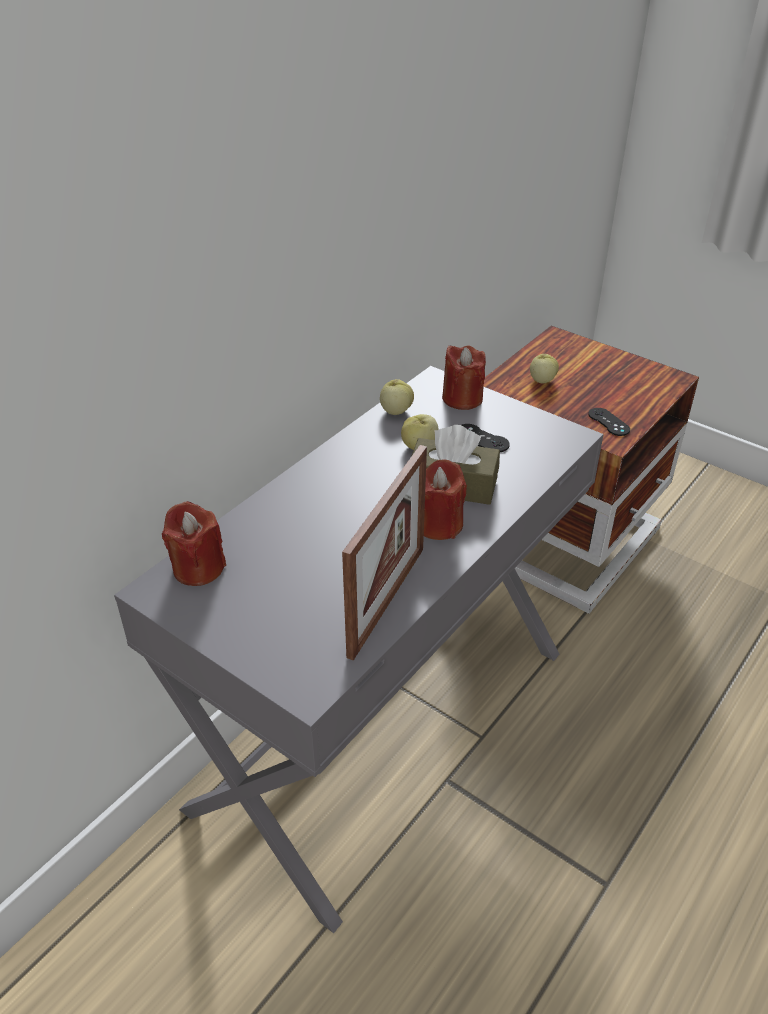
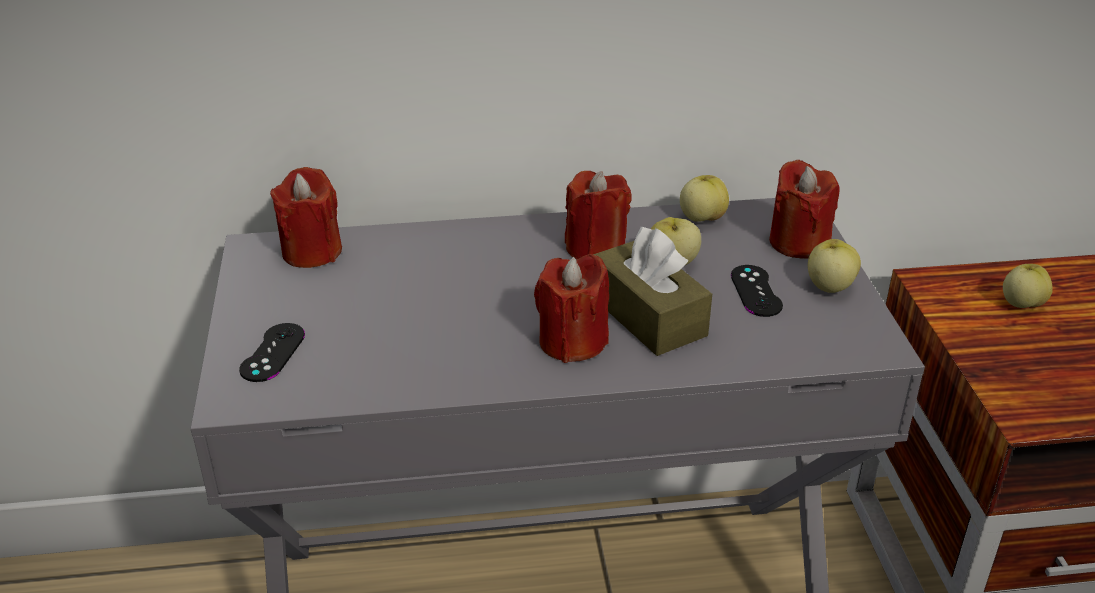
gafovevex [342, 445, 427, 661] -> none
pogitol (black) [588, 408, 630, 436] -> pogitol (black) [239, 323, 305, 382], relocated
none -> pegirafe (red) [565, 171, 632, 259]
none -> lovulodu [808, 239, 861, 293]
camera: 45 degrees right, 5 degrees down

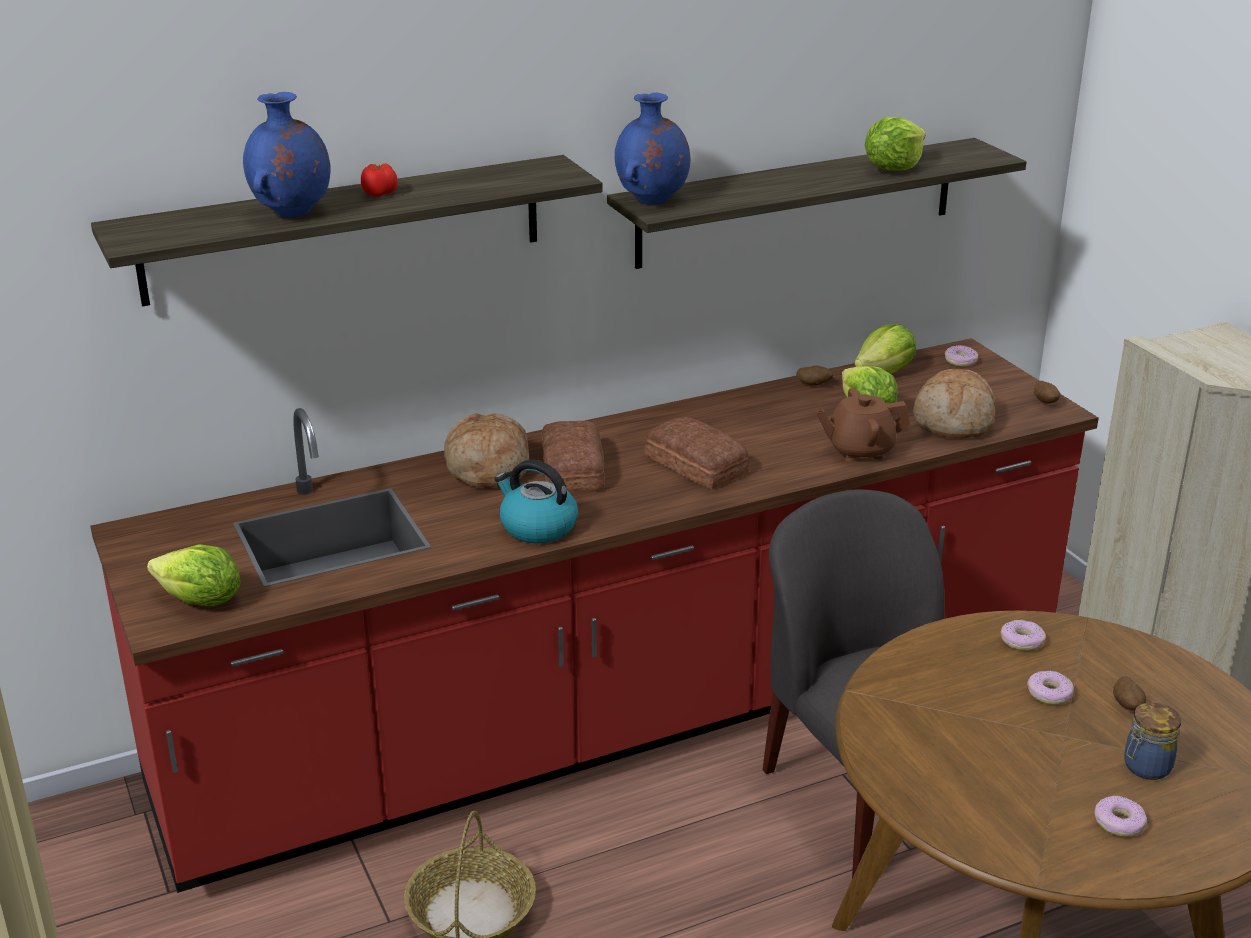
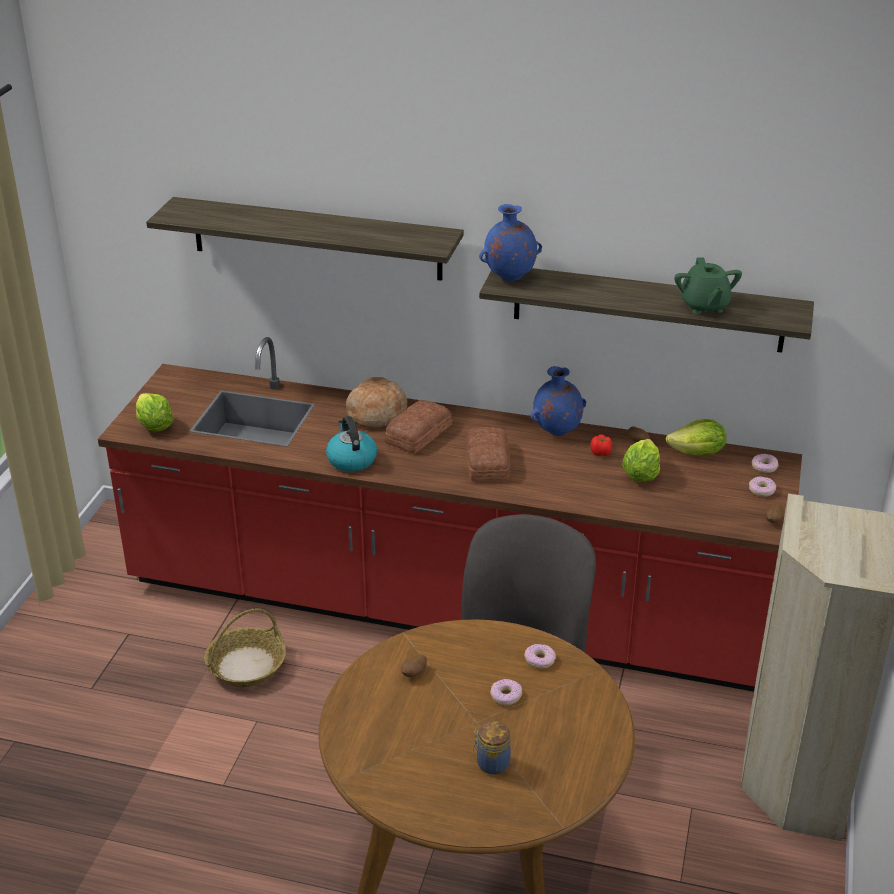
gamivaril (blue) [243, 92, 330, 218] -> gamivaril (blue) [530, 366, 586, 436], relocated
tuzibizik [361, 163, 398, 197] -> tuzibizik [590, 434, 613, 456], relocated
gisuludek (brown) [816, 388, 910, 462] -> none
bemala [865, 117, 926, 171] -> gisuludek (green) [674, 257, 742, 314]
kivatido [913, 369, 995, 438] -> none
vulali [1094, 796, 1147, 837] -> vulali [749, 477, 776, 497], relocated
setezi [1113, 676, 1146, 711] -> setezi [401, 655, 427, 677], relocated
camera: 40 degrees right, 5 degrees up

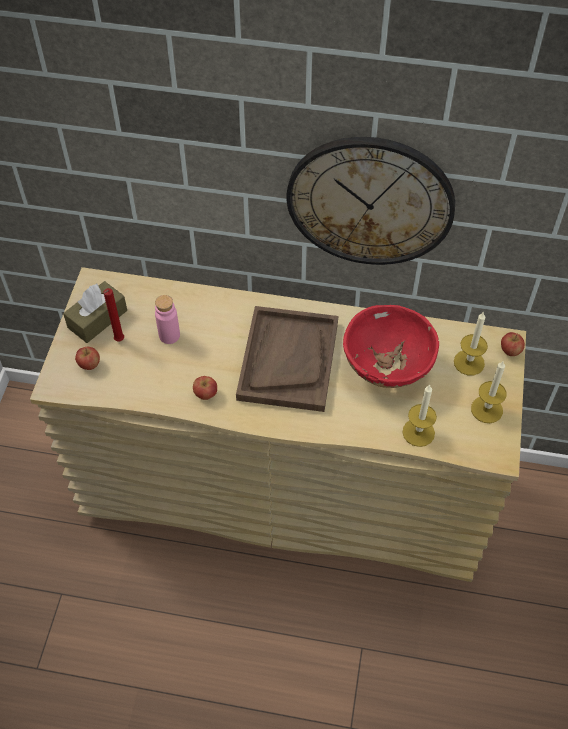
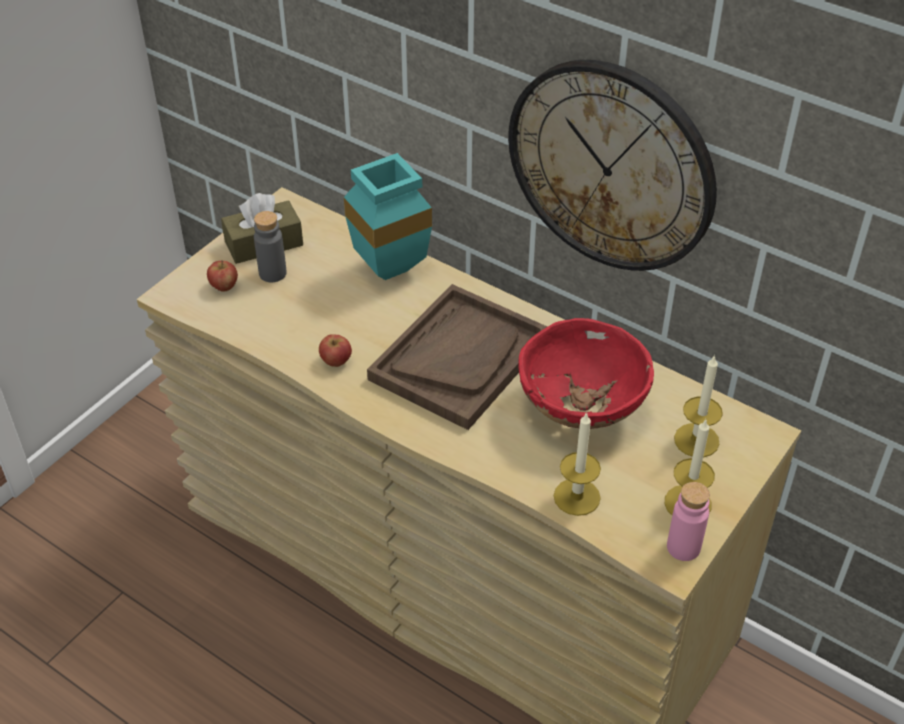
pegirafe (red) [104, 288, 124, 341] -> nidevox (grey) [254, 211, 287, 282]
nidevox (pink) [155, 295, 180, 344] -> nidevox (pink) [667, 482, 710, 561], relocated
lovulodu [501, 332, 525, 356] -> none
none -> gamivaril (turquoise) [344, 153, 432, 280]
camera: 25 degrees right, 10 degrees down

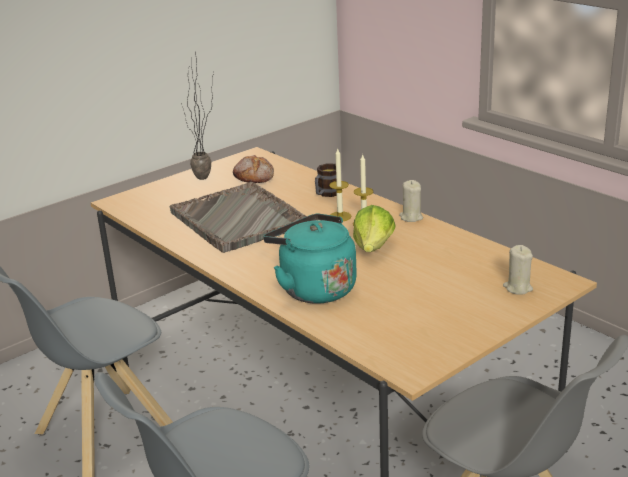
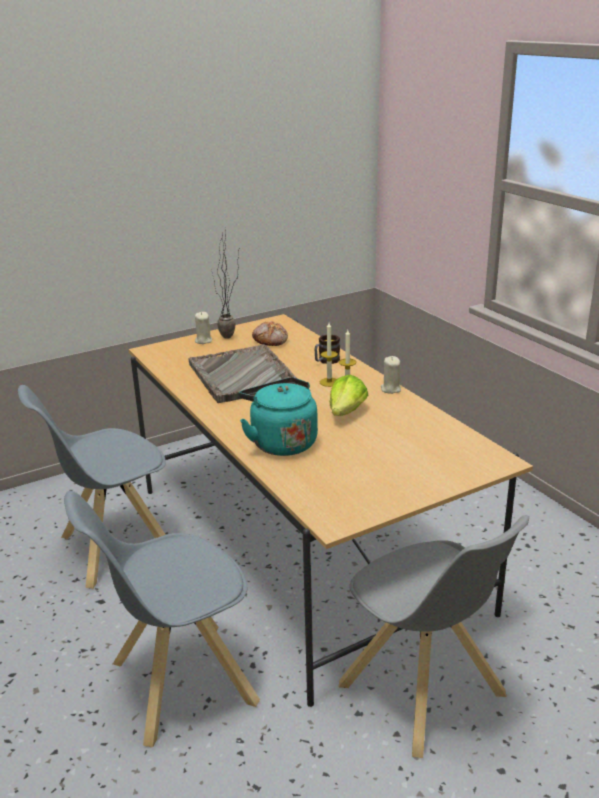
pegirafe (beige) [503, 245, 533, 294] -> pegirafe (beige) [195, 312, 212, 344], relocated
camera: 10 degrees right, 0 degrees up

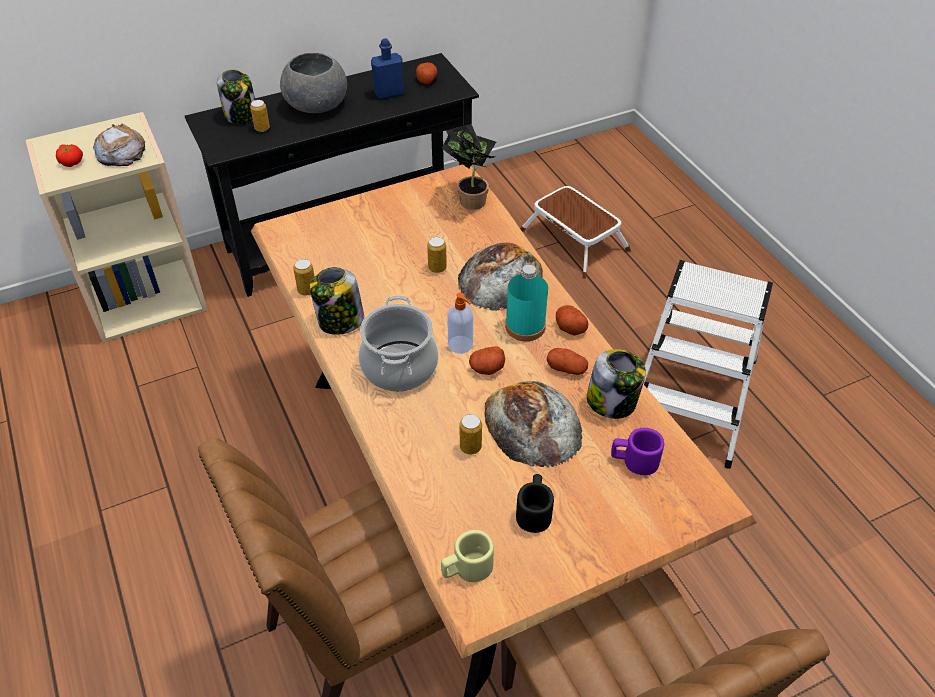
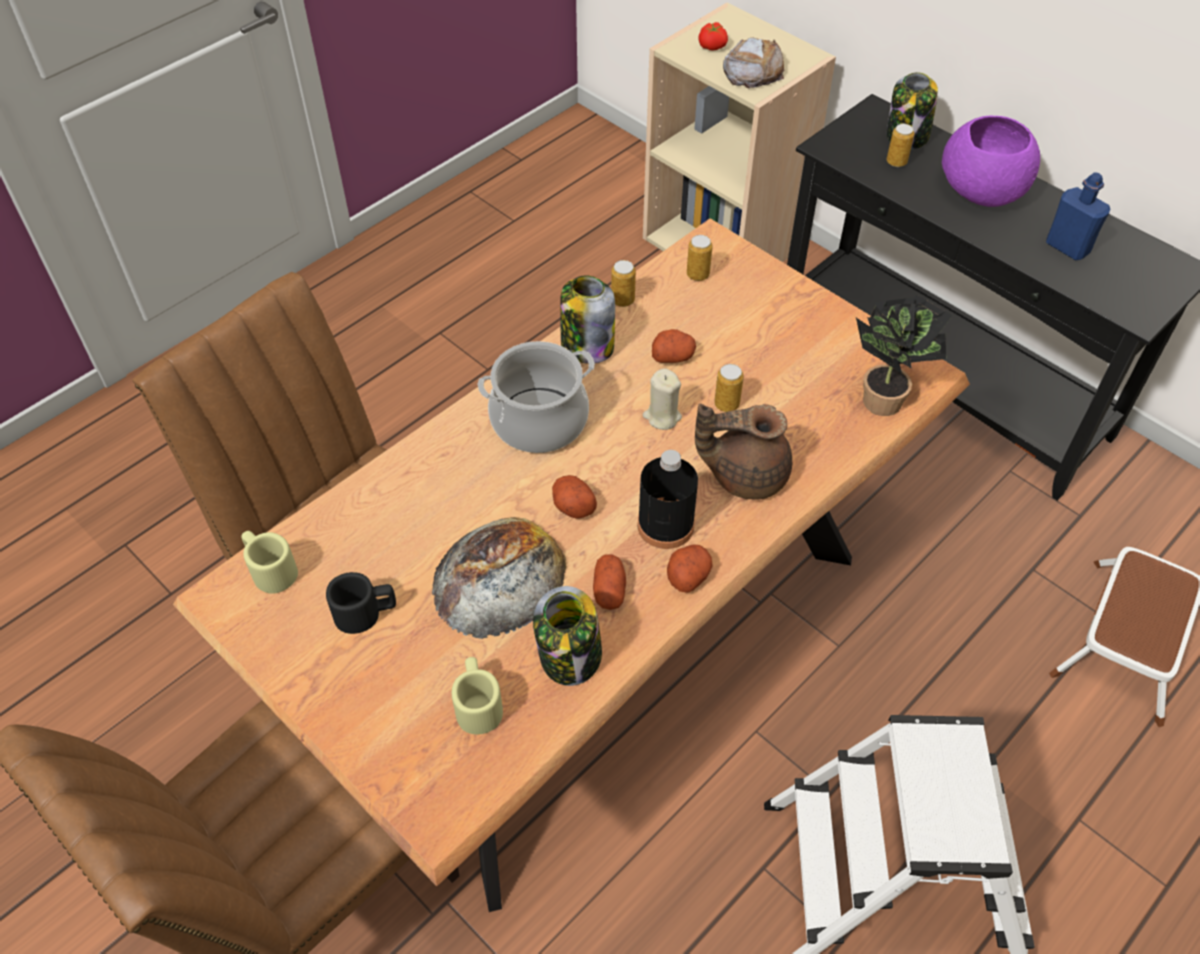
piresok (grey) [280, 53, 347, 113] -> piresok (purple) [942, 116, 1040, 207]
setezi [416, 62, 437, 84] -> setezi [652, 329, 696, 363], relocated
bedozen [447, 293, 473, 354] -> none
kivatido [458, 242, 543, 311] -> gisuludek (brown) [695, 404, 792, 500]
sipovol [460, 414, 482, 454] -> sipovol [687, 235, 713, 281], relocated
nidevox (turquoise) [505, 265, 548, 341] -> nidevox (black) [637, 450, 698, 549]
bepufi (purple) [611, 428, 664, 475] -> bepufi (beige) [452, 657, 503, 734]
none -> pegirafe (beige) [643, 369, 682, 430]
camera: 70 degrees right, 5 degrees up

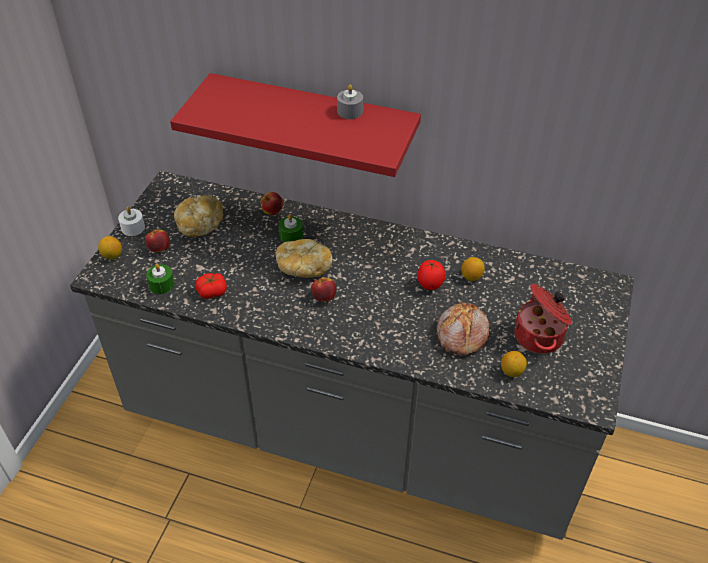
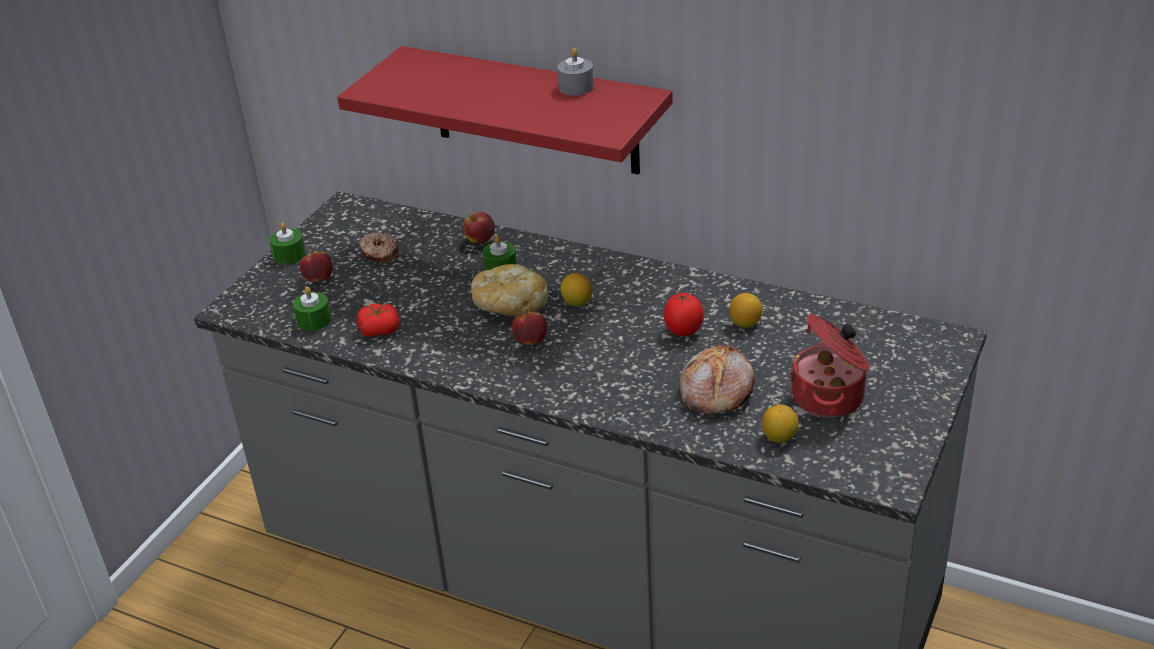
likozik [98, 236, 122, 259] -> likozik [560, 273, 592, 307], relocated
pegirafe (white) [118, 207, 145, 236] -> pegirafe (green) [269, 222, 305, 264]
kivatido [174, 195, 223, 237] -> vulali [359, 232, 398, 263]
camera: 10 degrees right, 10 degrees down

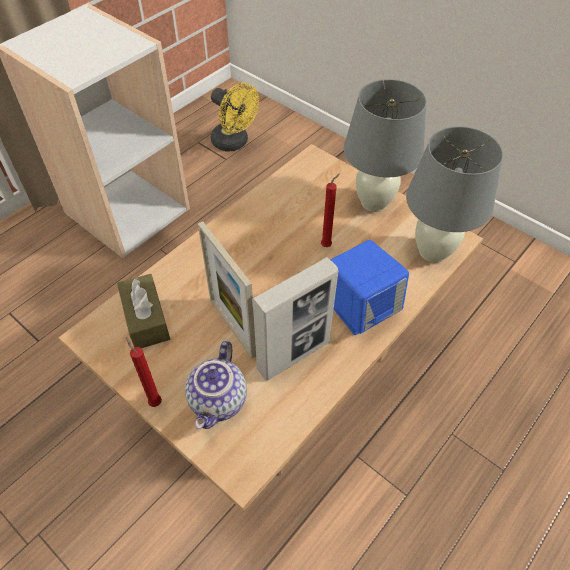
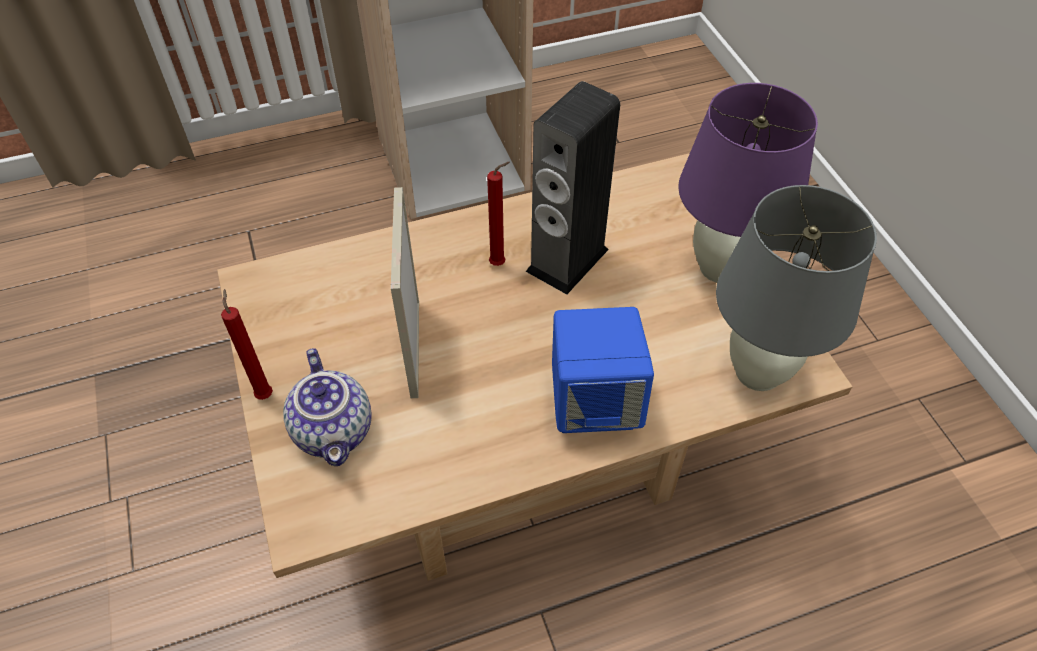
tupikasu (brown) [117, 274, 170, 348] -> none
gisuludek [185, 341, 247, 429] -> gisuludek [283, 348, 372, 466], 60 degrees counterclockwise
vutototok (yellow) [211, 83, 259, 151] -> none
gafovevex [252, 257, 338, 381] -> none
pegirafe (red) [321, 173, 340, 247] -> pegirafe (red) [487, 162, 510, 266], relocated
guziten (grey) [344, 79, 427, 212] -> guziten (purple) [678, 83, 818, 283]
none -> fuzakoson [526, 81, 620, 295]
camera: 30 degrees right, 0 degrees up

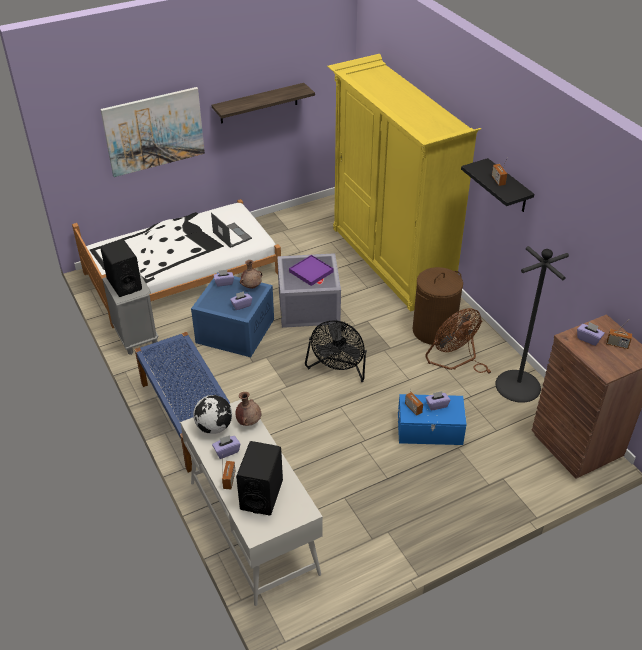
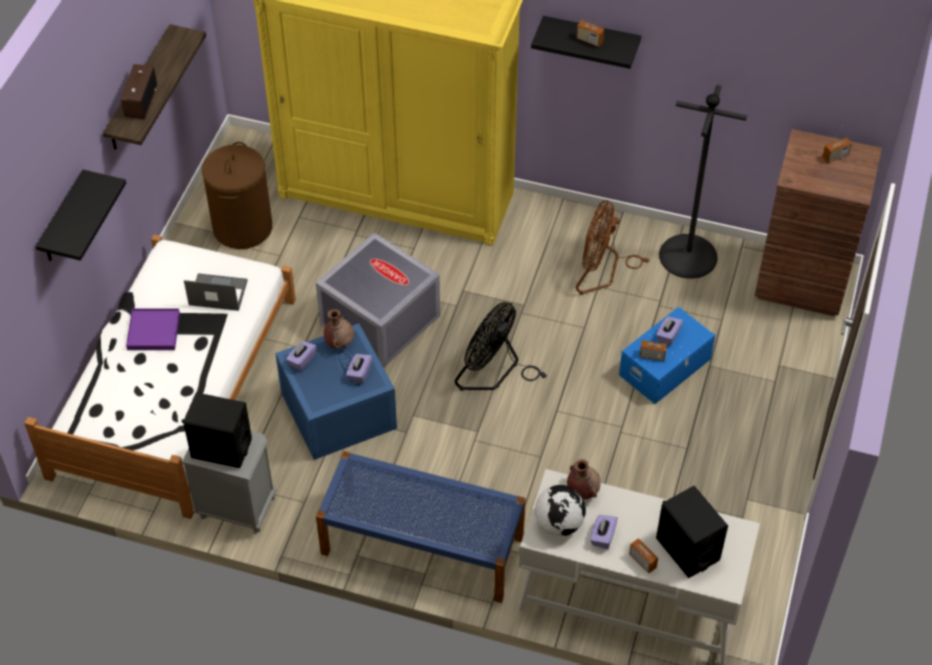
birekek [100, 87, 205, 177] -> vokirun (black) [36, 170, 126, 261]
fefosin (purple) [289, 255, 334, 286] -> fefosin (purple) [126, 309, 180, 350], relocated
vutototok (black) [305, 320, 367, 382] -> vutototok (black) [455, 302, 546, 391], 150 degrees clockwise
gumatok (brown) [413, 267, 463, 345] -> gumatok (brown) [202, 142, 272, 249], relocated
tupikasu (purple) [577, 322, 605, 346] -> none
none -> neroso [121, 64, 157, 119]
camera: 45 degrees left, 10 degrees up

